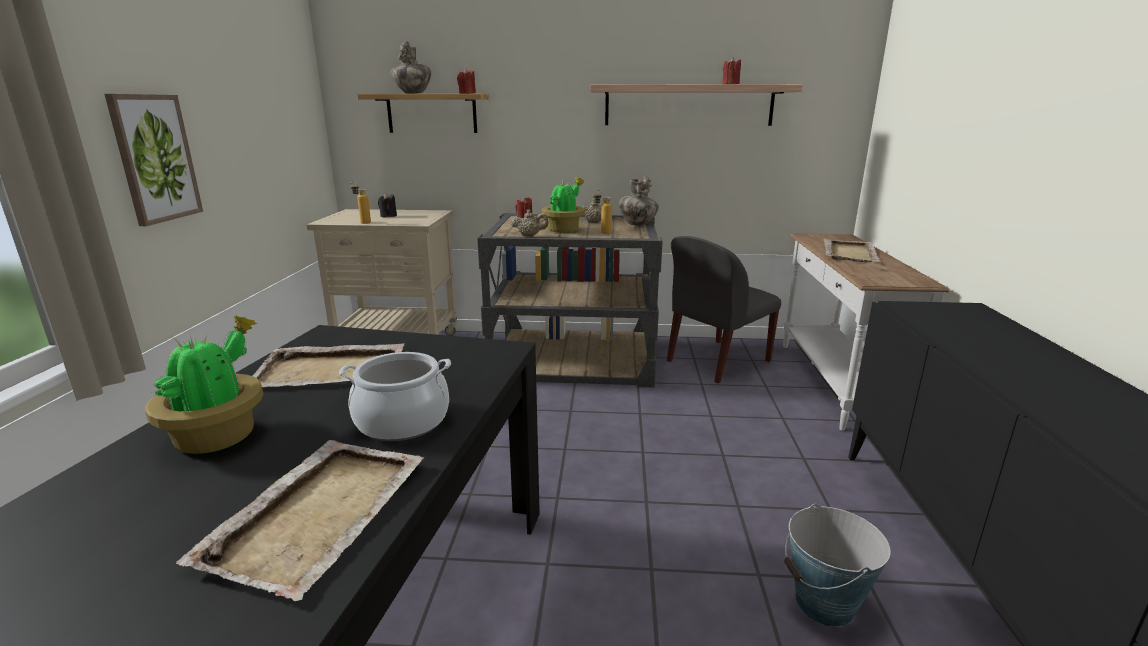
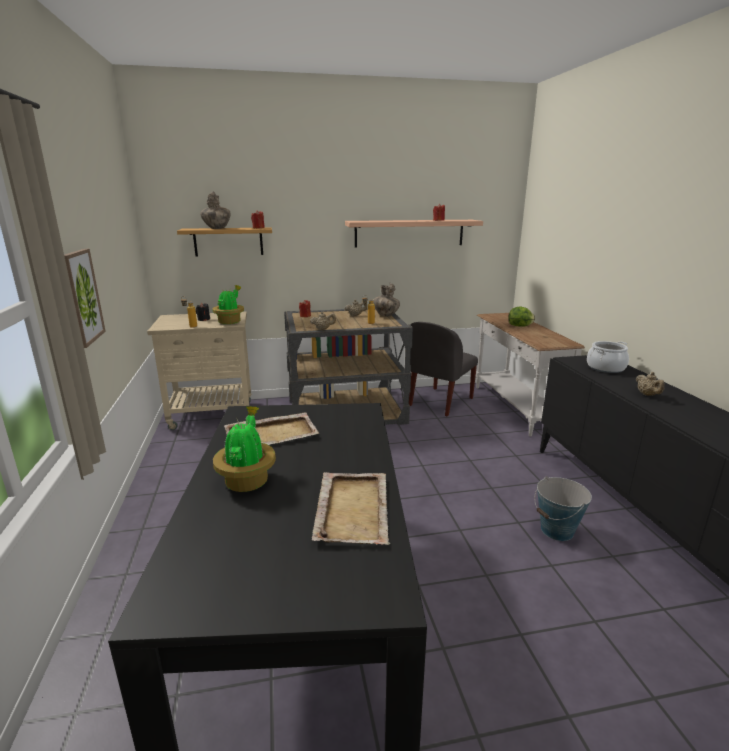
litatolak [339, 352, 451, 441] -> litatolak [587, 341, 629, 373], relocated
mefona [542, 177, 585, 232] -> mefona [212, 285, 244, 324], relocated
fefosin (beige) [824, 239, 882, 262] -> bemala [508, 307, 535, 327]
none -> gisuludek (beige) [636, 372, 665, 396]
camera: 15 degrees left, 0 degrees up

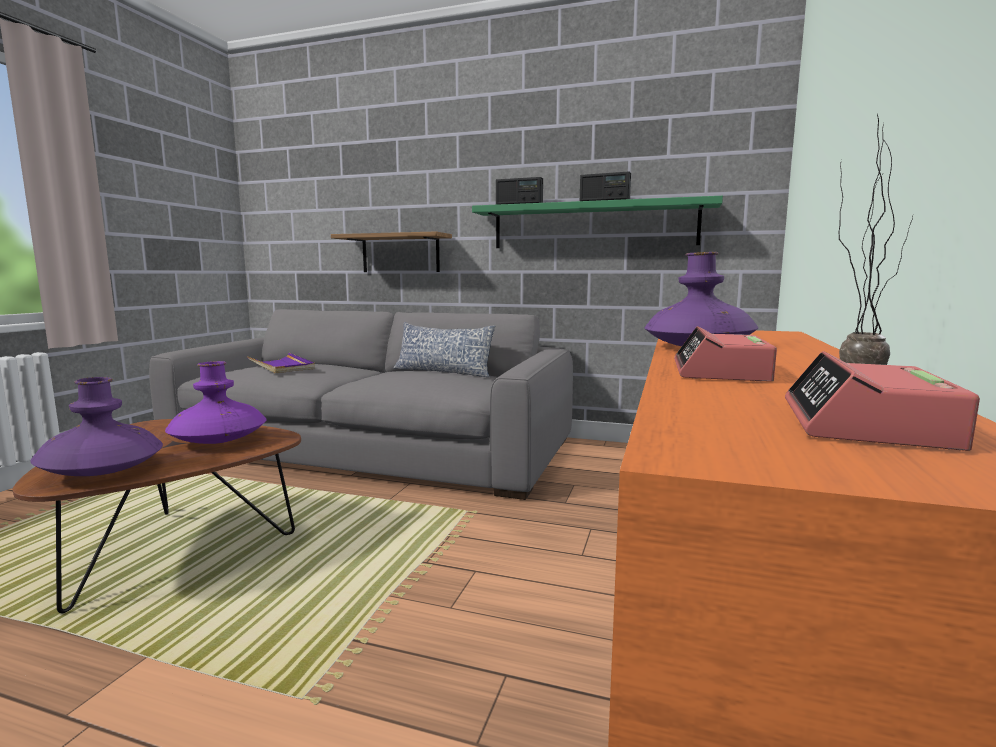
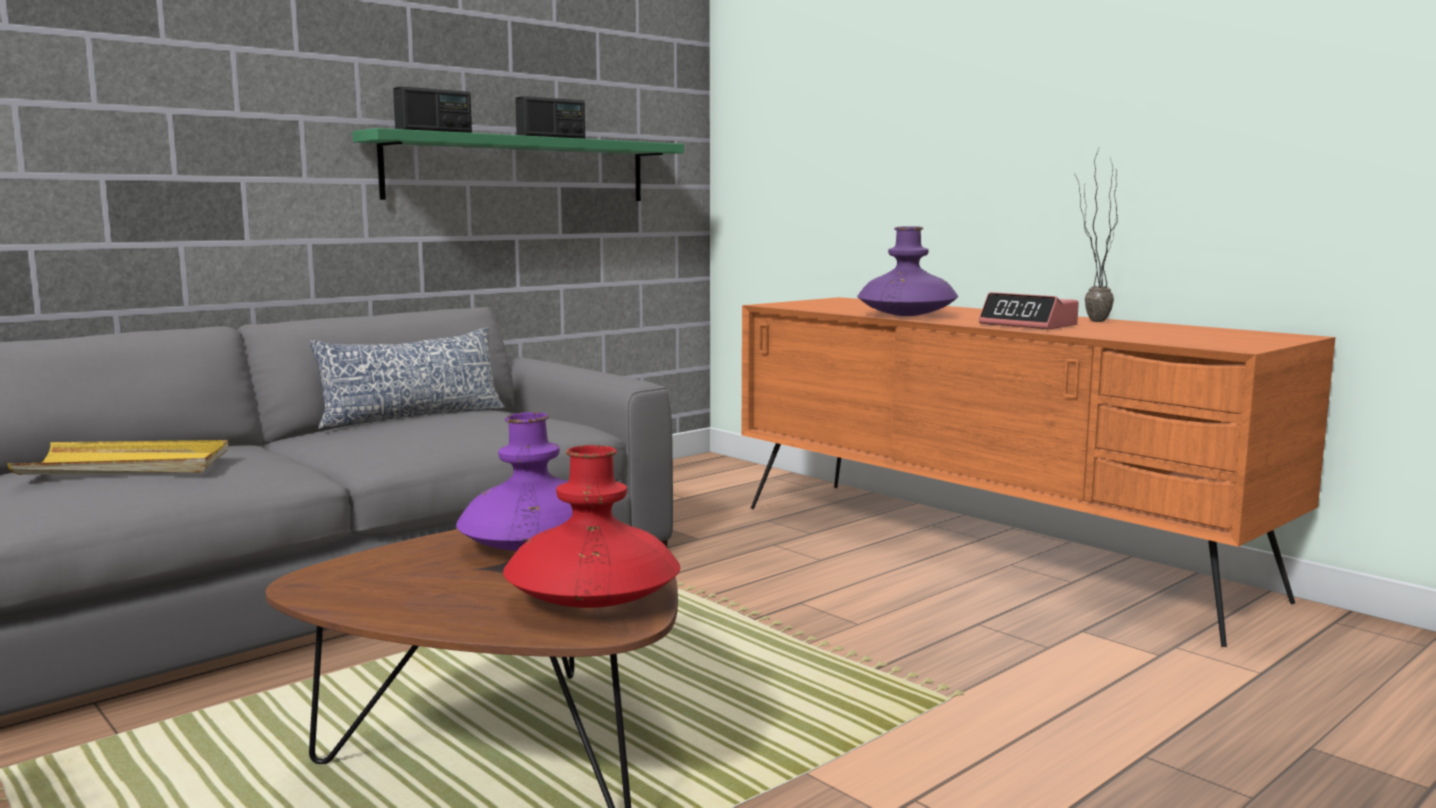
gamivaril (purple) [31, 377, 163, 476] -> gamivaril (red) [503, 445, 680, 608]
fefosin (purple) [247, 353, 315, 373] -> fefosin (yellow) [7, 440, 229, 475]
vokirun [331, 231, 452, 272] -> none
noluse [785, 351, 980, 451] -> none
camera: 60 degrees left, 0 degrees up

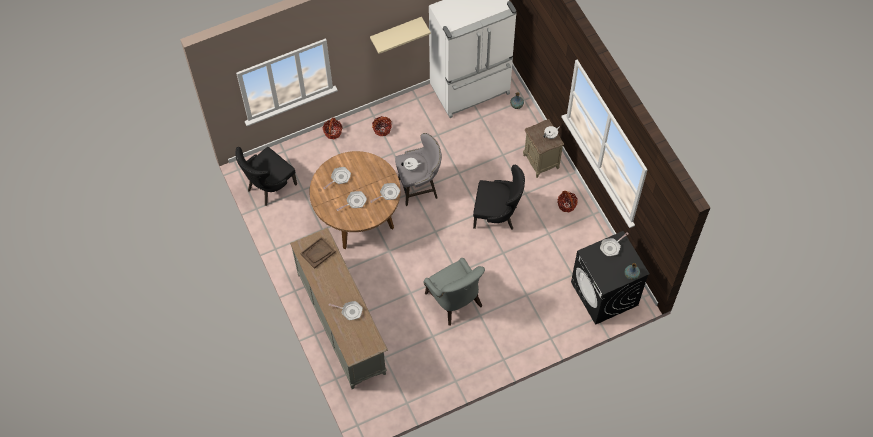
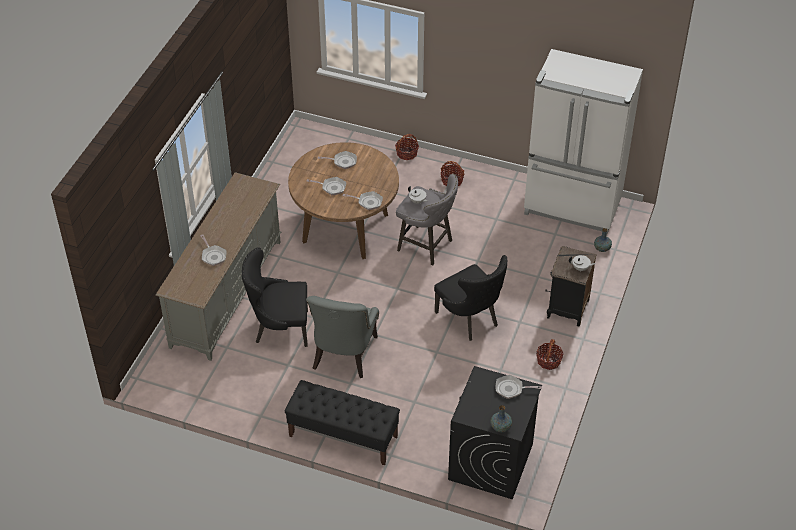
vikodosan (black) [235, 147, 297, 206] -> vikodosan (black) [242, 247, 308, 347], relocated
fefosin (brown) [300, 237, 336, 269] -> none
vokirun (beige) [370, 17, 431, 54] -> none
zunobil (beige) [523, 119, 564, 178] -> zunobil (black) [545, 246, 597, 327]
none -> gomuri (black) [285, 380, 400, 465]
camera: 45 degrees right, 15 degrees down

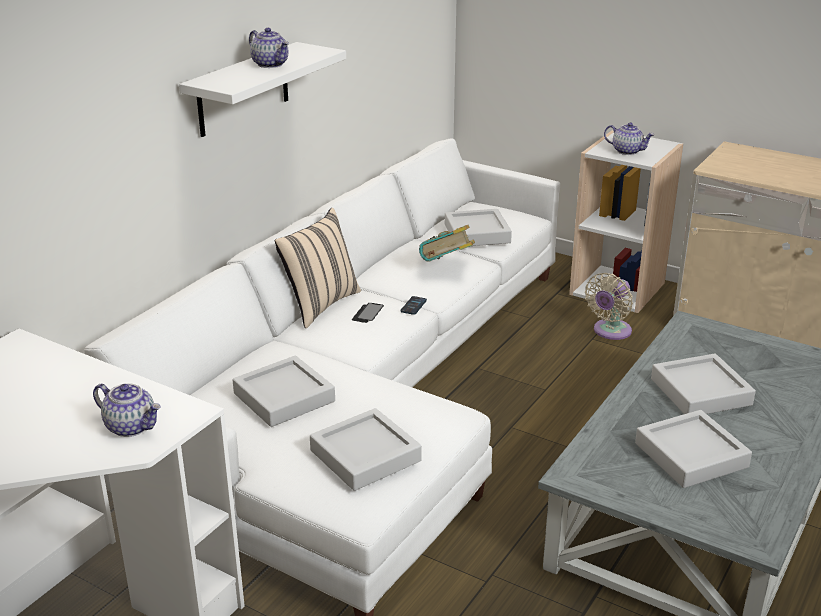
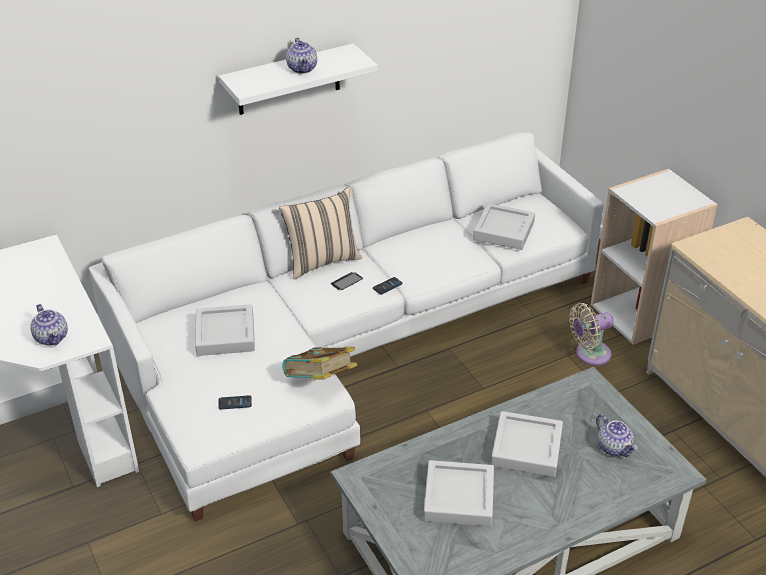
fefosin (grey) [310, 408, 422, 491] -> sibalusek [218, 395, 252, 409]
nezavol [419, 225, 475, 262] -> nezavol [282, 347, 357, 380], relocated
gisuludek [604, 122, 655, 155] -> gisuludek [596, 414, 638, 457], relocated
camera: 30 degrees right, 10 degrees up

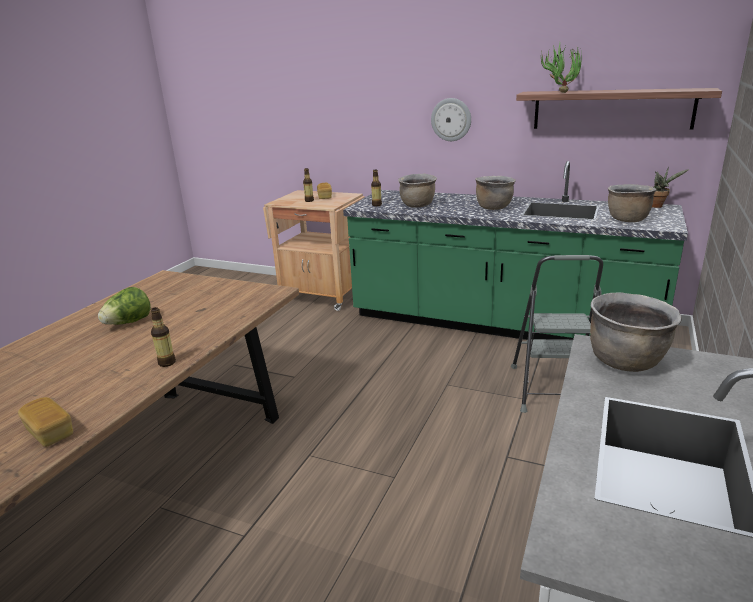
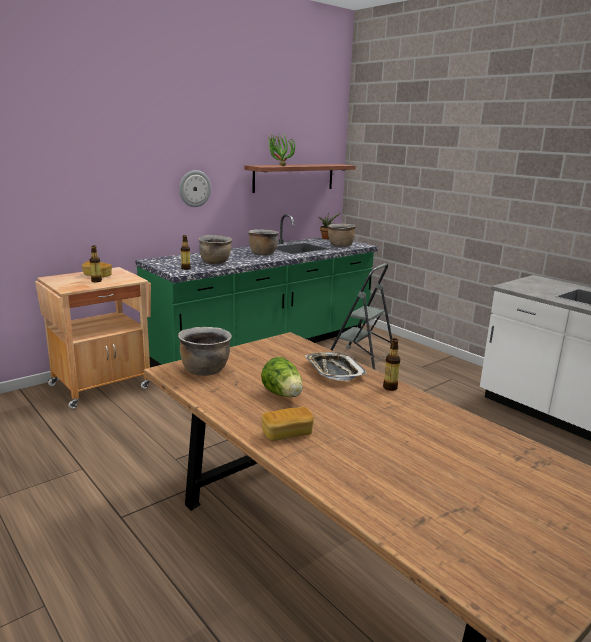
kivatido [18, 397, 73, 447] -> kivatido [261, 407, 314, 441], relocated
litatolak (brown) [590, 292, 682, 372] -> litatolak (brown) [178, 327, 232, 376], relocated
none -> fefosin [305, 352, 367, 381]
camera: 65 degrees left, 5 degrees down

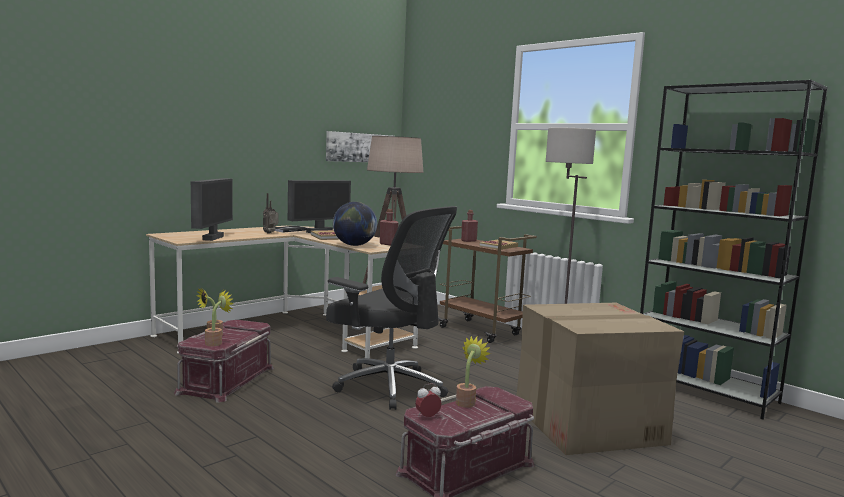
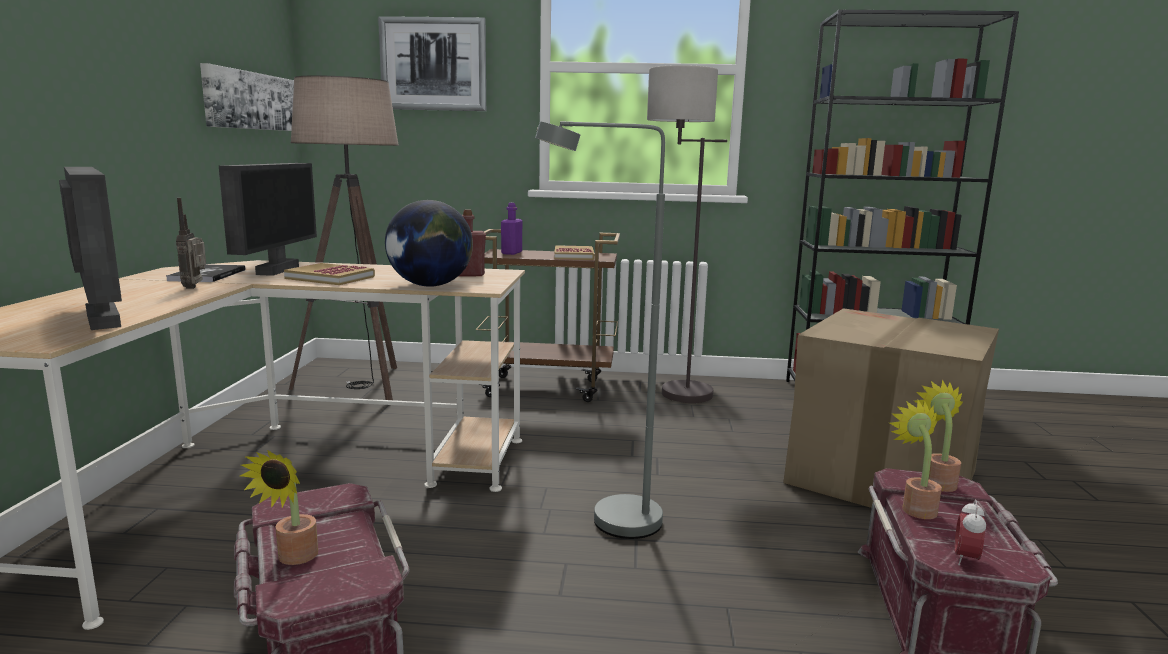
mefona [205, 290, 233, 346] -> mefona [914, 380, 963, 492], relocated
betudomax [326, 206, 457, 410] -> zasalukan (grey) [535, 121, 665, 539]
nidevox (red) [461, 210, 478, 242] -> nidevox (purple) [501, 203, 522, 255]
none -> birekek [378, 16, 486, 111]
camera: 40 degrees left, 5 degrees up

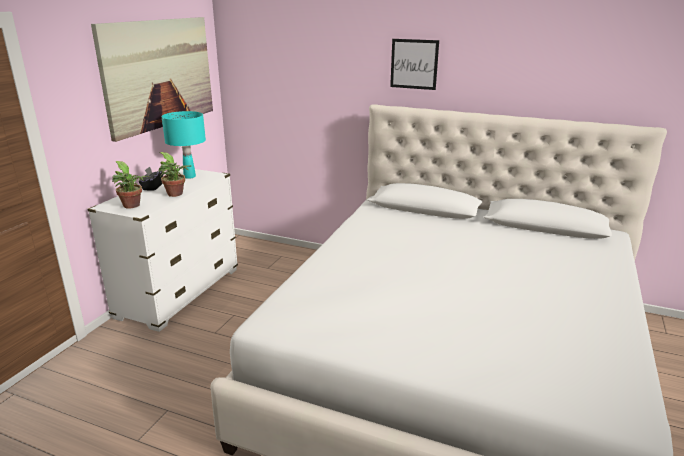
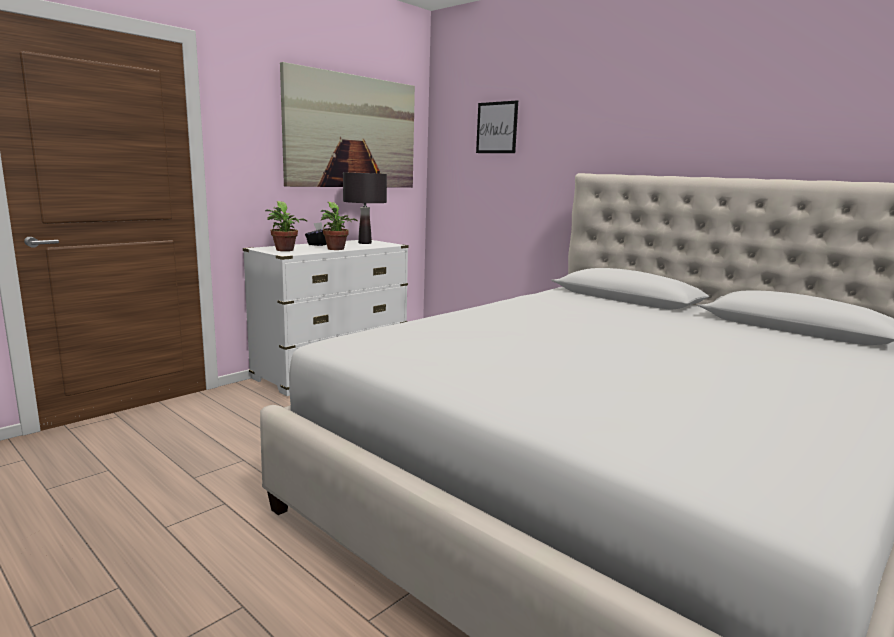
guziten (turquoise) [162, 111, 206, 179] -> guziten (black) [343, 172, 387, 244]
birekek [390, 39, 439, 90] -> birekek [476, 100, 518, 153], relocated
camera: 20 degrees right, 10 degrees down

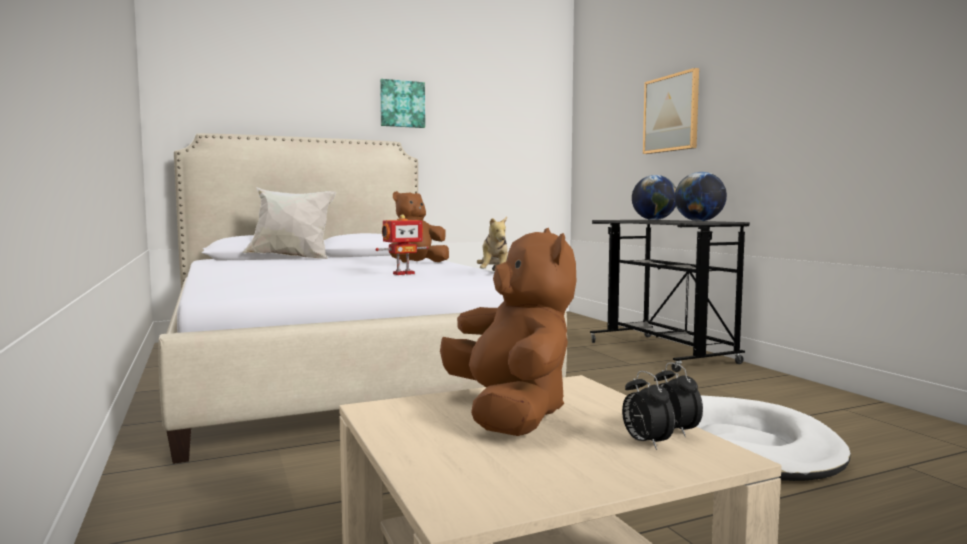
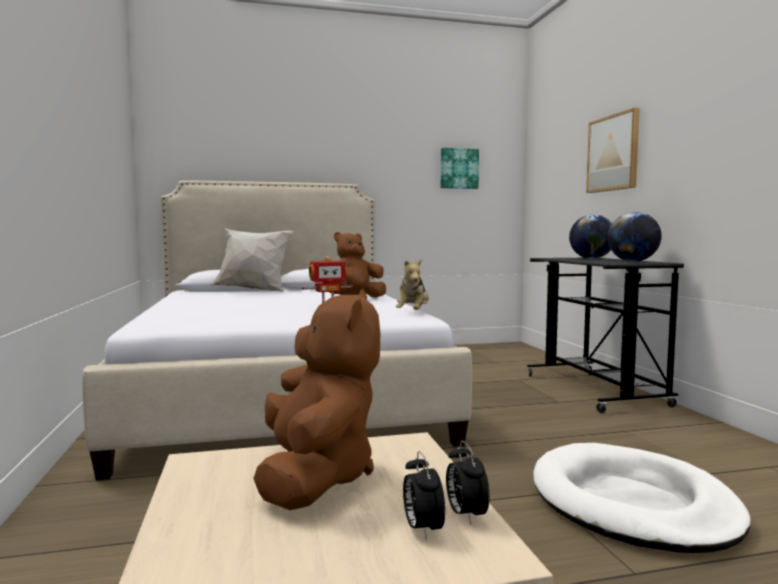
birekek [380, 79, 425, 128] -> birekek [441, 148, 479, 189], relocated
camera: 10 degrees right, 0 degrees up

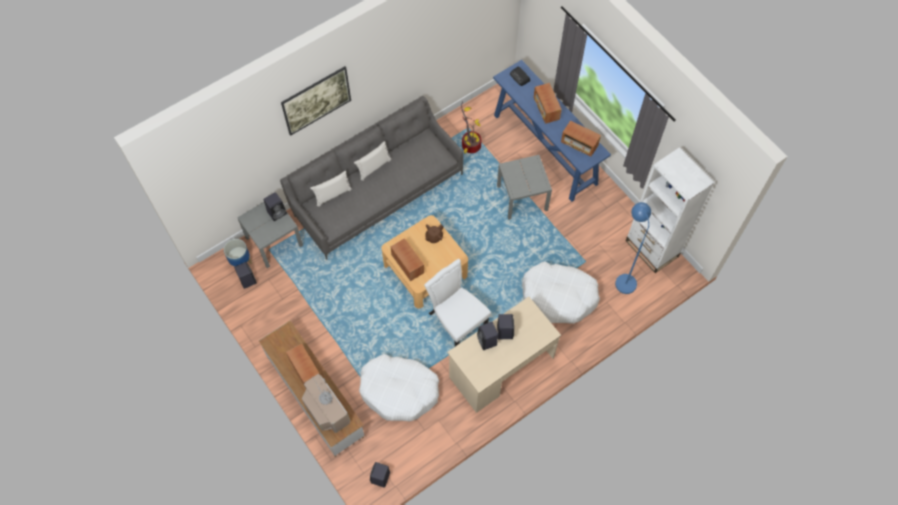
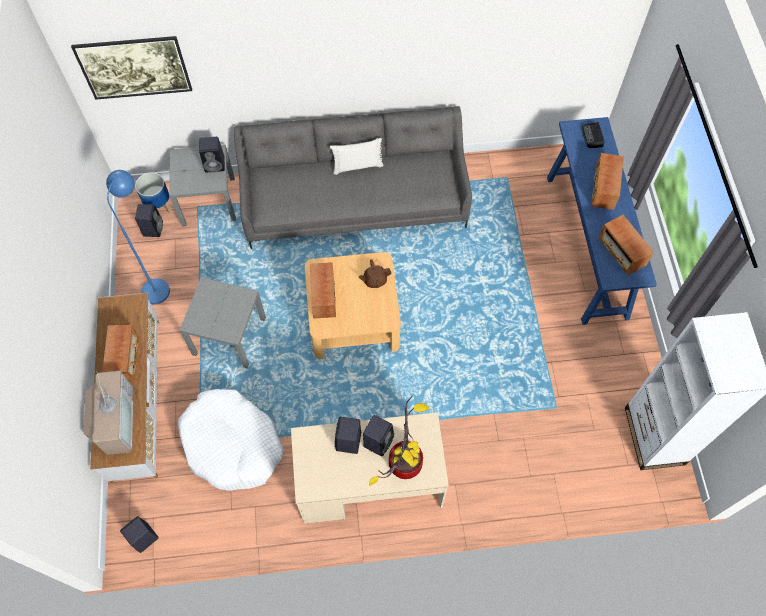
birekek [281, 66, 351, 136] -> birekek [71, 36, 192, 100], relocated
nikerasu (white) [310, 171, 352, 206] -> none
vikodosan (white) [424, 259, 491, 346] -> none
mefona [461, 102, 482, 154] -> mefona [369, 396, 430, 486], relocated
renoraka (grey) [497, 155, 552, 220] -> renoraka (grey) [179, 278, 266, 368], relocated
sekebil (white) [522, 261, 600, 324] -> none
zasalukan (blue) [615, 202, 651, 294] -> zasalukan (blue) [106, 170, 170, 304], relocated
camera: 30 degrees right, 0 degrees up

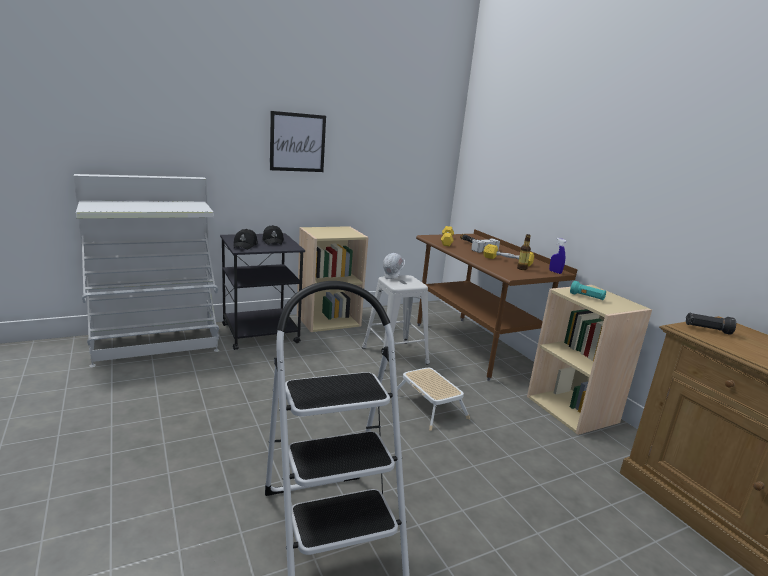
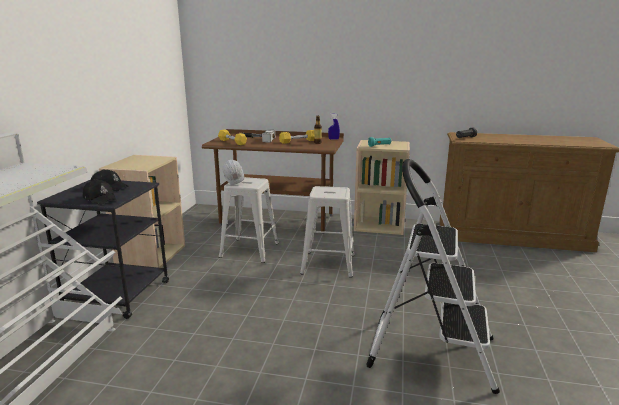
birekek [270, 111, 326, 172] -> none
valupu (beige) [397, 368, 470, 431] -> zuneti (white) [300, 186, 355, 278]
camera: 50 degrees left, 0 degrees up

